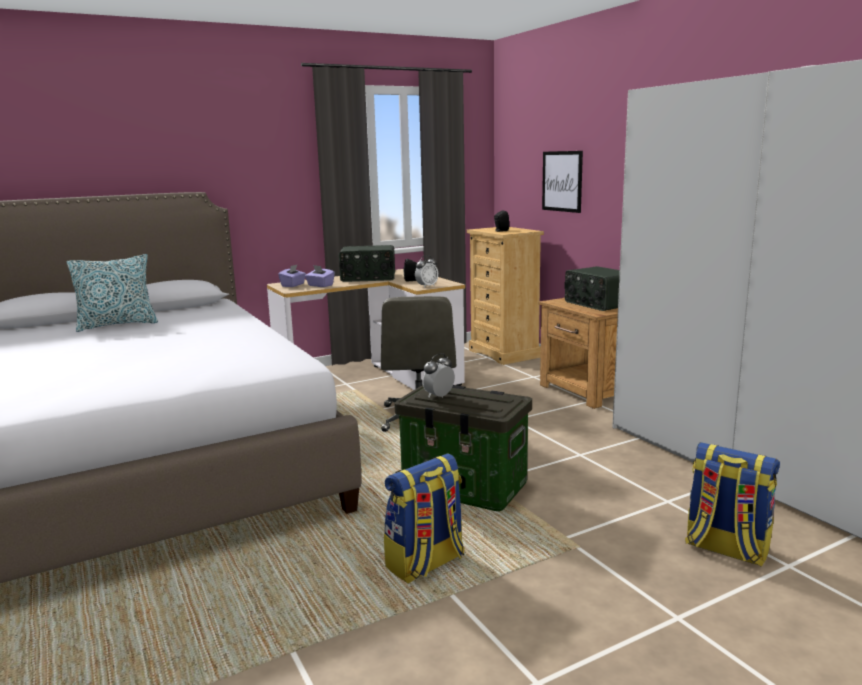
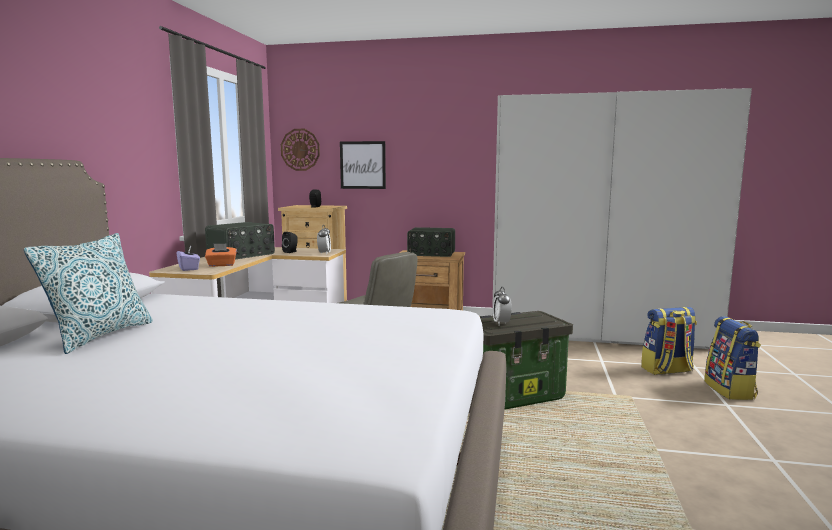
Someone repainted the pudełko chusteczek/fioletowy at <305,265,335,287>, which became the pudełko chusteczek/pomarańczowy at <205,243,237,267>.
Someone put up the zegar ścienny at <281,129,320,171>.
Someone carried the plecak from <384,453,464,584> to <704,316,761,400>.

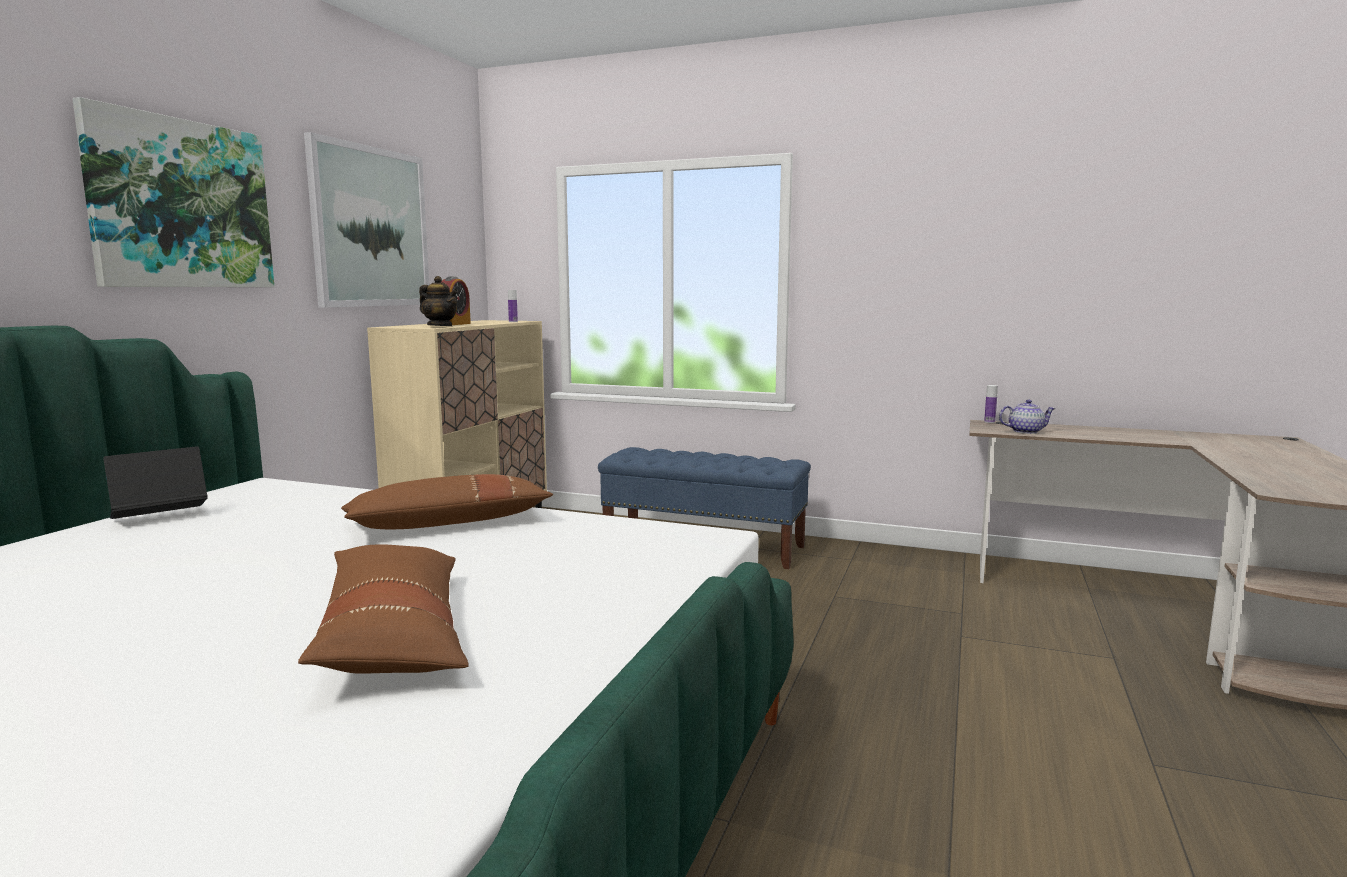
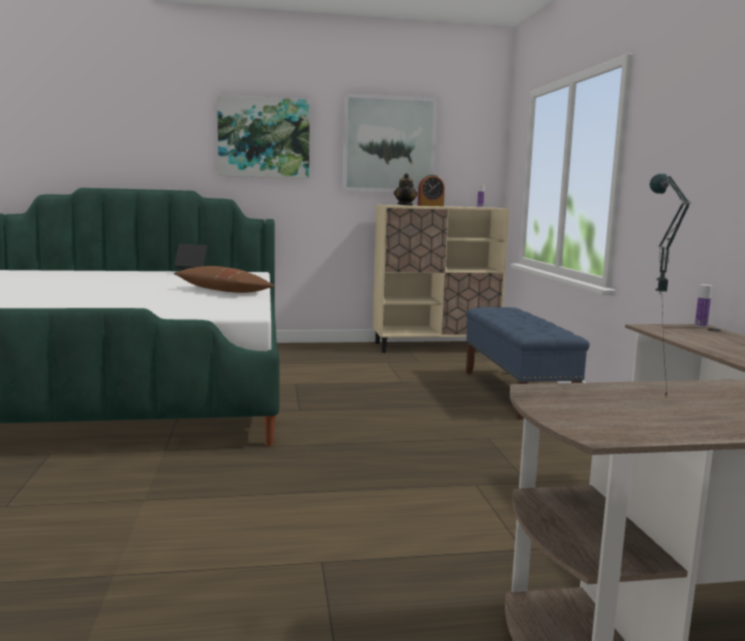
Someone put down the lampa stołowa at <650,174,691,397>.
Someone took away the poduszka/brązowy at <298,545,469,674>.
Someone took away the imbryk at <999,399,1056,434>.

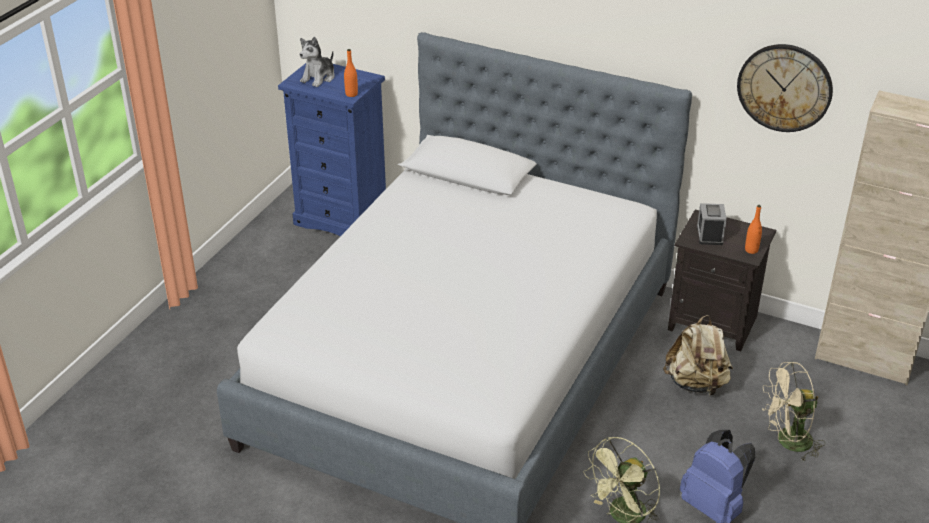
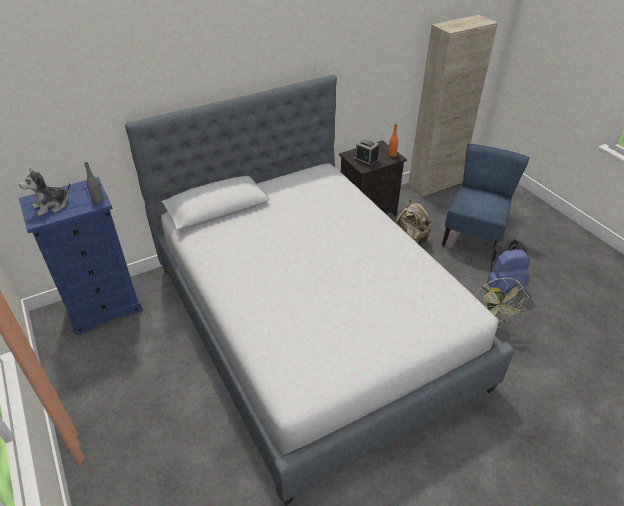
Someone rotated the pluszak at <300,36,335,87> by 75 degrees clockwise.
Someone repainted the butelka/pomarańczowy at <344,49,358,97>, which became the butelka/szary at <85,162,104,204>.
Someone swapped the wentylator/beżowy at <762,362,825,462> for the krzesło/niebieski at <442,144,530,260>.
Someone took away the zegar ścienny at <737,44,833,132>.

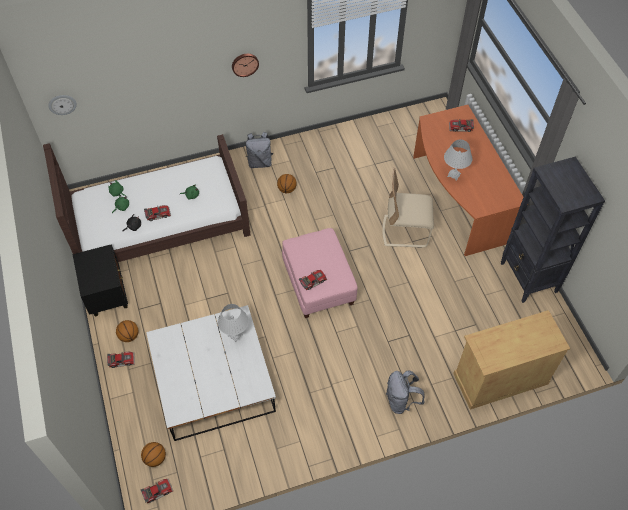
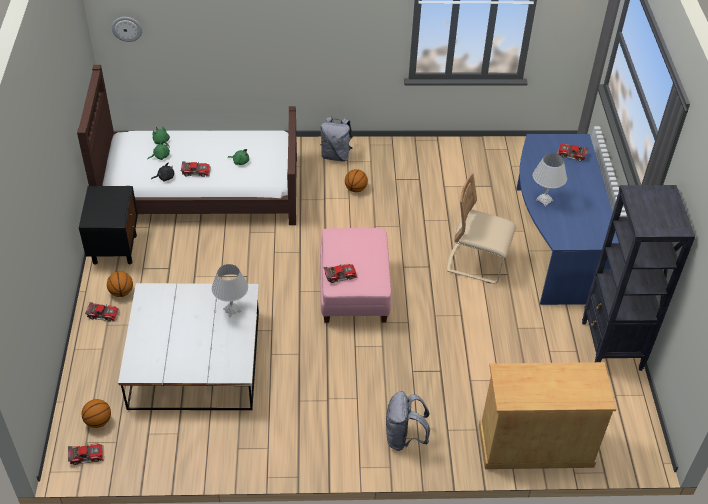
Someone repainted the biurko/pomarańczowy at <413,105,528,256>, which became the biurko/niebieski at <516,134,619,305>.
Someone took away the zegar ścienny at <232,54,259,77>.

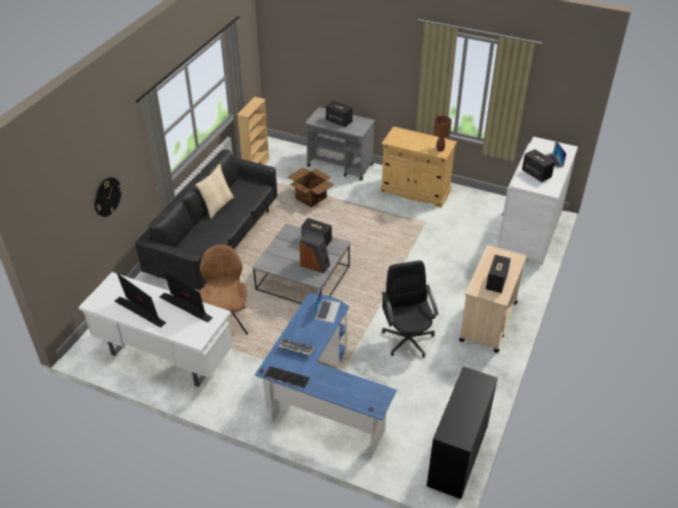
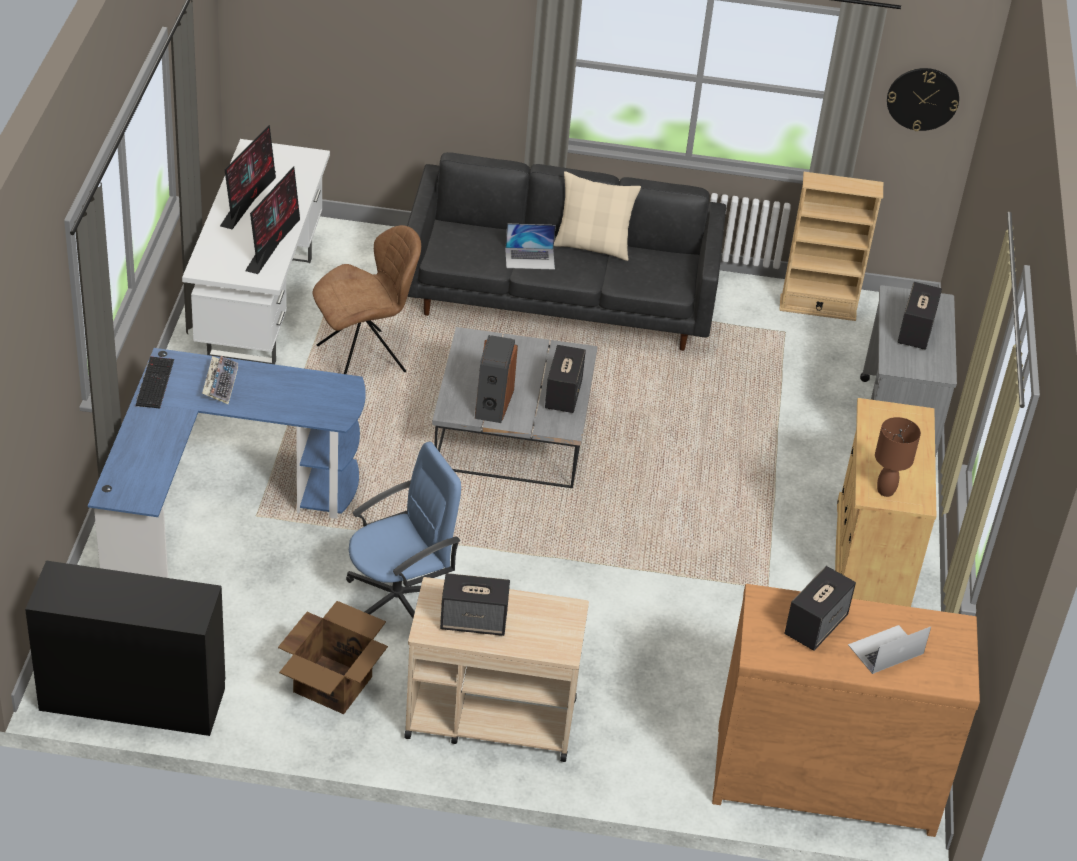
Someone carried the karton from <288,167,334,208> to <278,601,388,714>.
Someone repainted the krzesło biurowe/czarny at <382,260,439,358>, which became the krzesło biurowe/niebieski at <346,442,461,618>.
Someone carried the laptop from <314,286,341,323> to <505,224,556,270>.
Someone repainted the komoda/biały at <497,137,578,265>, which became the komoda/brązowy at <712,584,980,837>.
Someone carried the zegar ścienny from <94,177,122,217> to <887,68,959,131>.

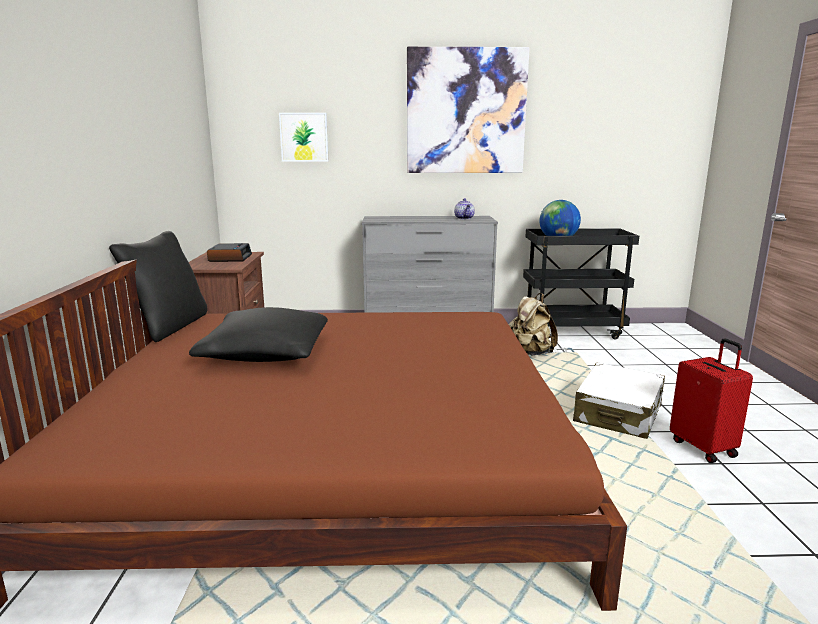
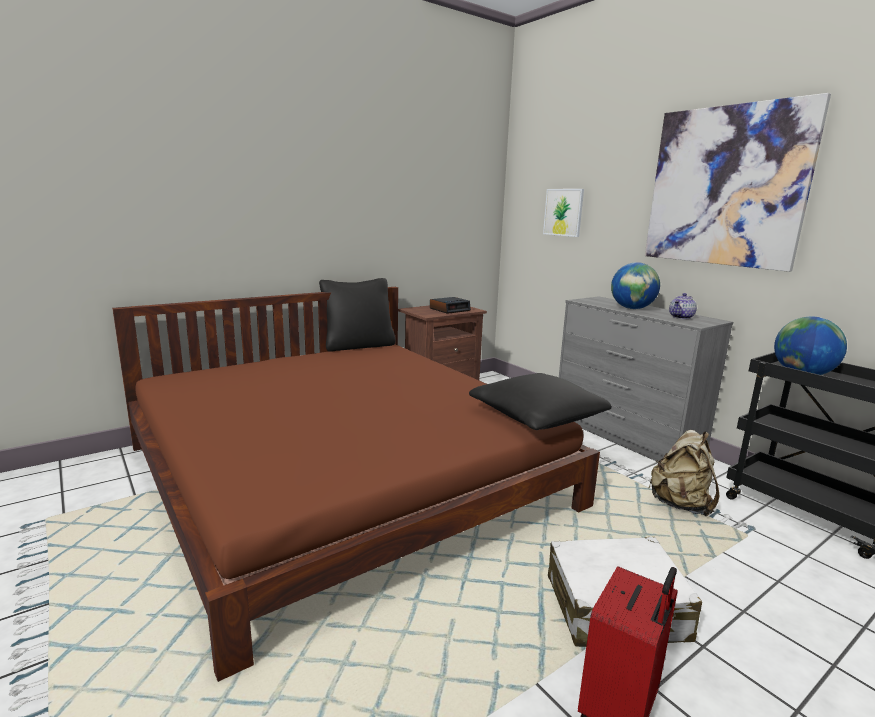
Someone carried the poduszka/czarny from <189,307,328,362> to <469,373,612,430>.
Someone put down the globus at <611,262,660,309>.

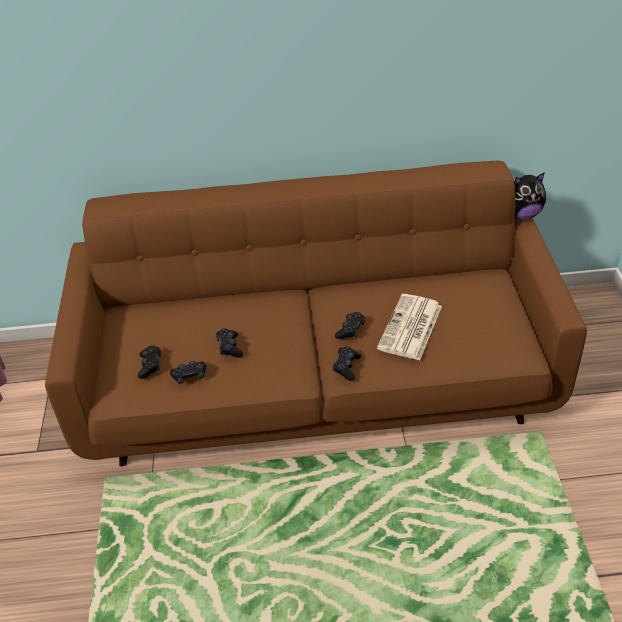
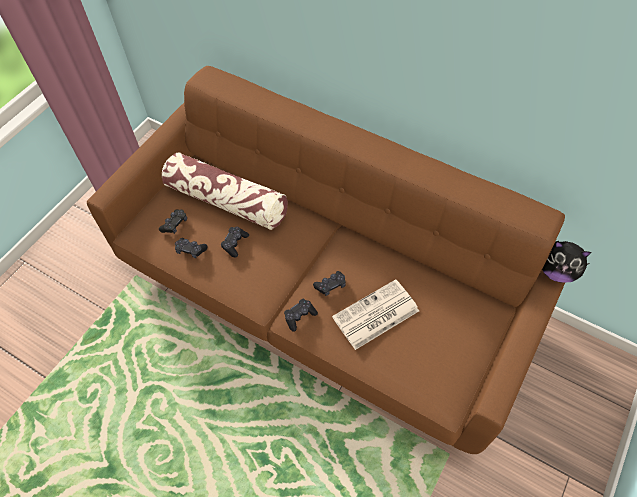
Someone put down the poduszka at <162,152,288,230>.

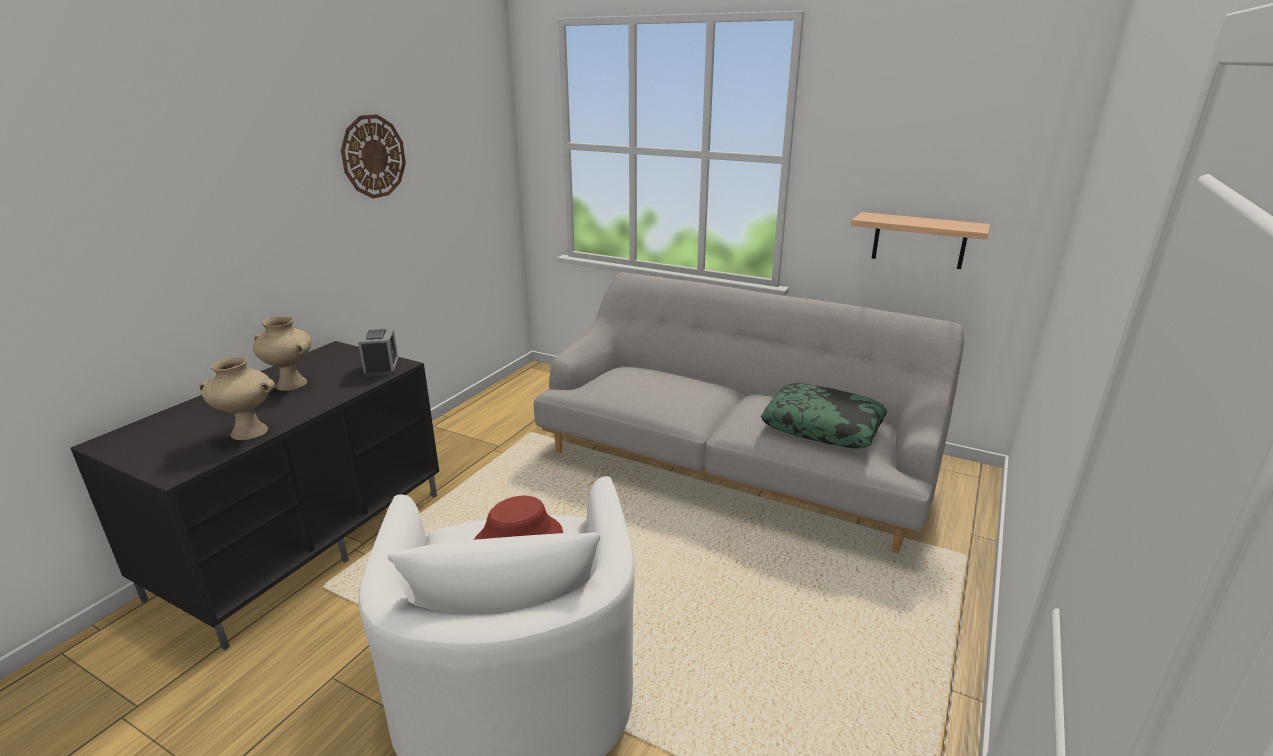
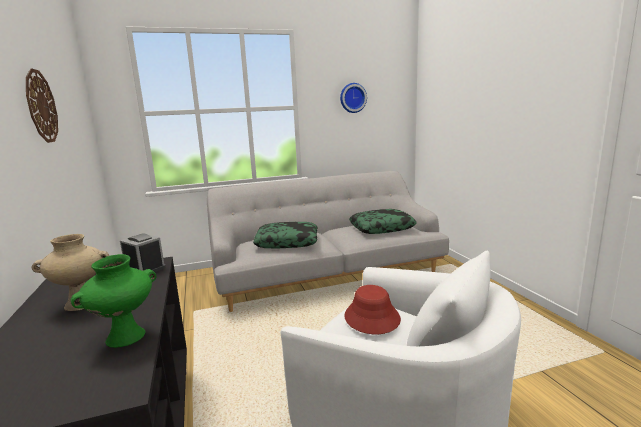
Someone repainted the wazon/beżowy at <199,356,275,440>, which became the wazon/zielony at <71,254,156,348>.
Someone put down the poduszka at <253,222,318,249>.
Someone put up the zegar ścienny at <340,83,367,113>.
Someone took away the półka at <851,212,991,269>.

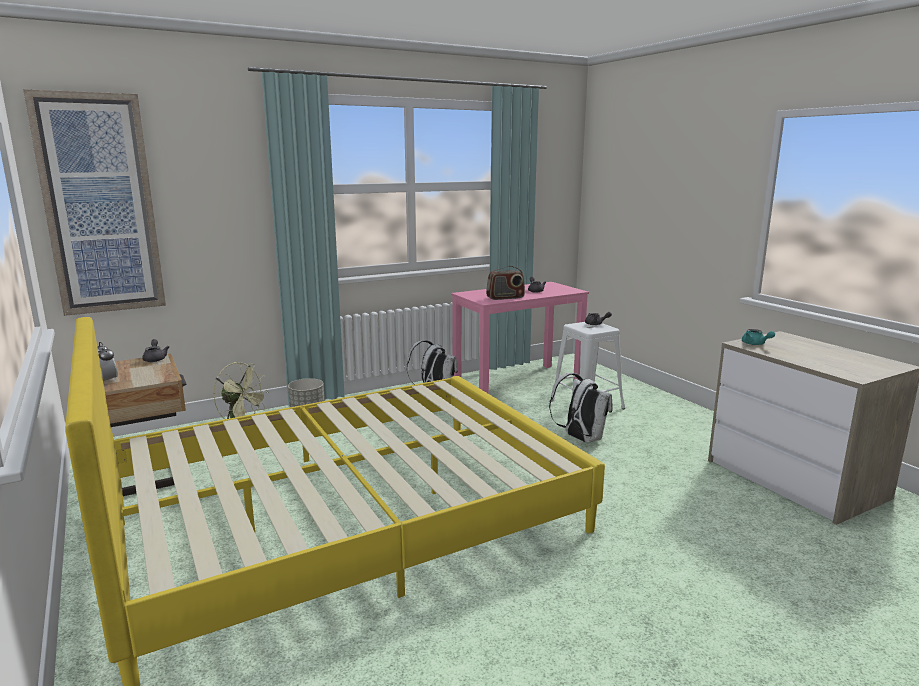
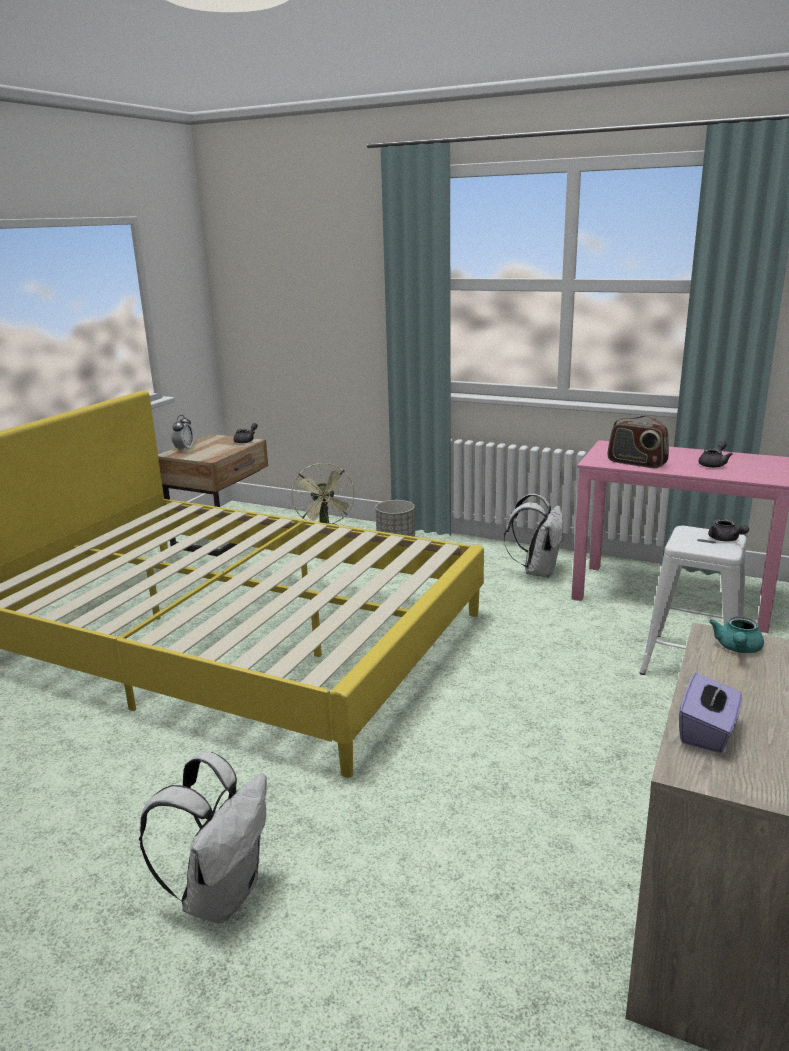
Someone carried the plecak/biały from <549,373,612,443> to <139,751,267,924>.
Someone put down the pudełko chusteczek/fioletowy at <679,673,742,753>.
Someone took away the obraz at <23,89,166,316>.

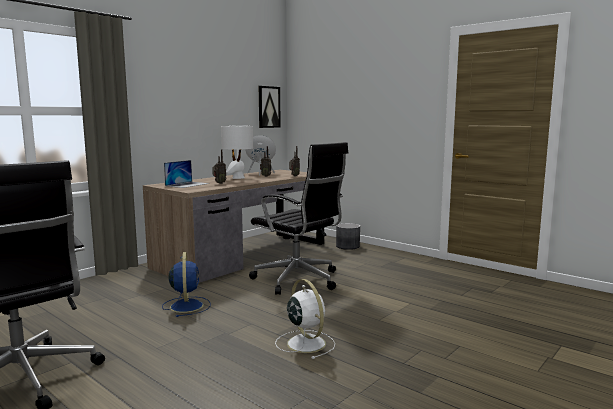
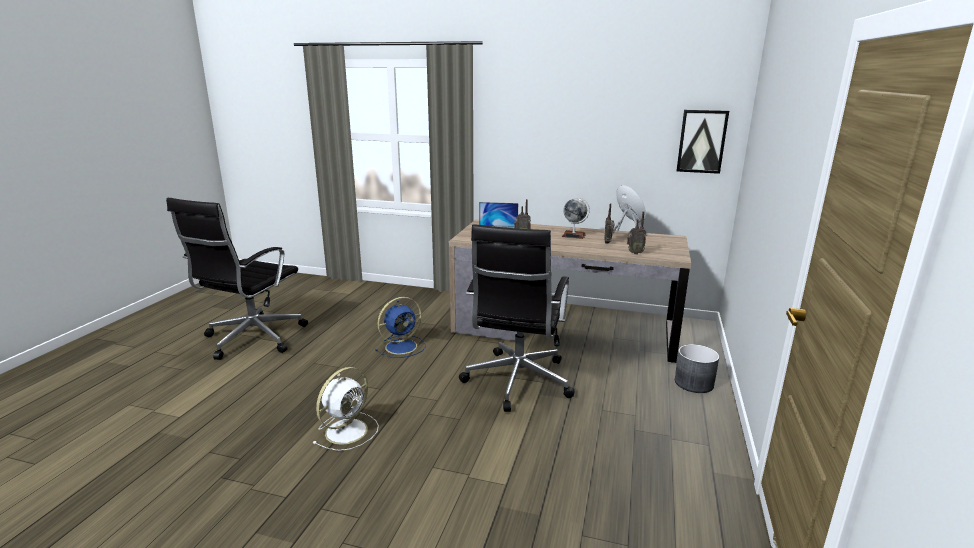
Someone swapped the lampa stołowa/biały at <221,125,253,179> for the globus at <562,198,590,239>.

